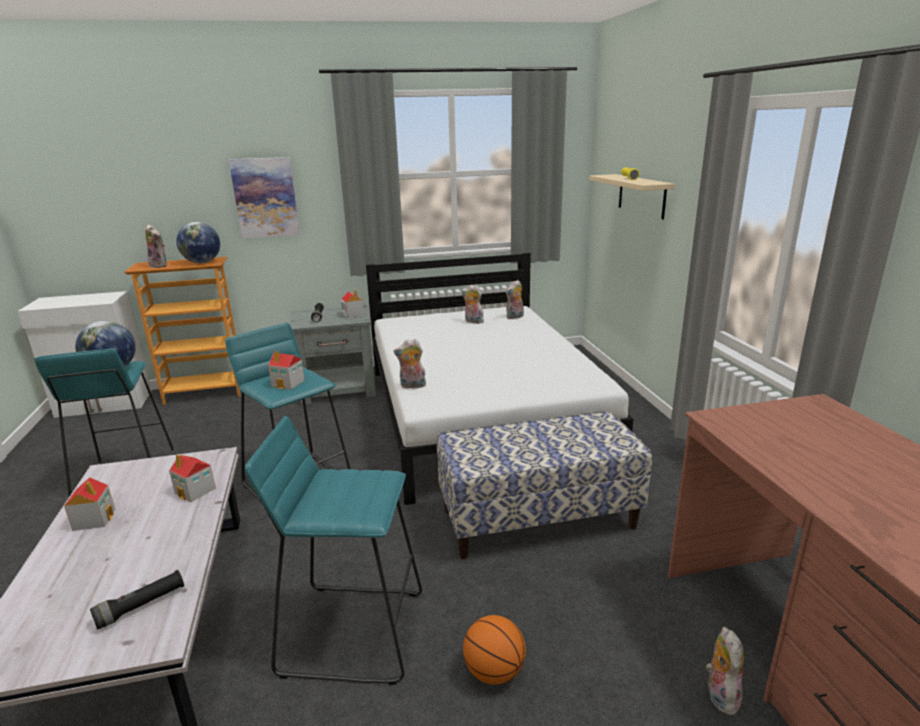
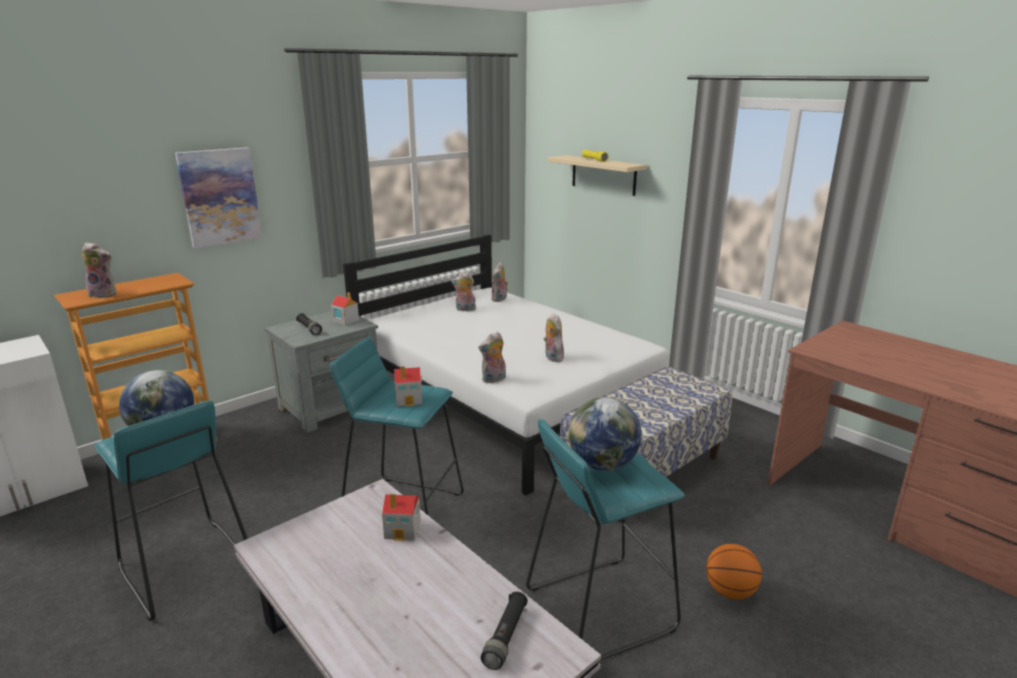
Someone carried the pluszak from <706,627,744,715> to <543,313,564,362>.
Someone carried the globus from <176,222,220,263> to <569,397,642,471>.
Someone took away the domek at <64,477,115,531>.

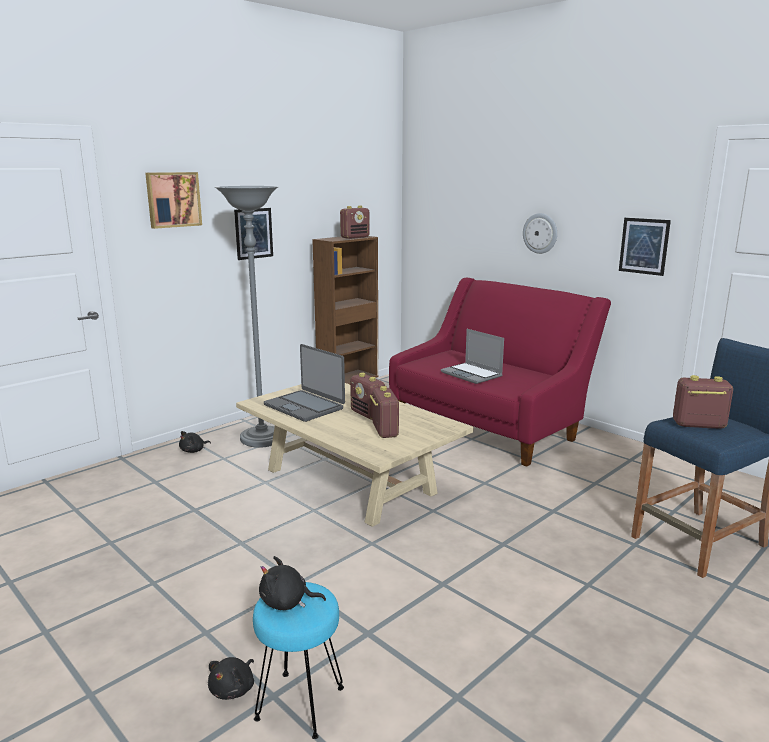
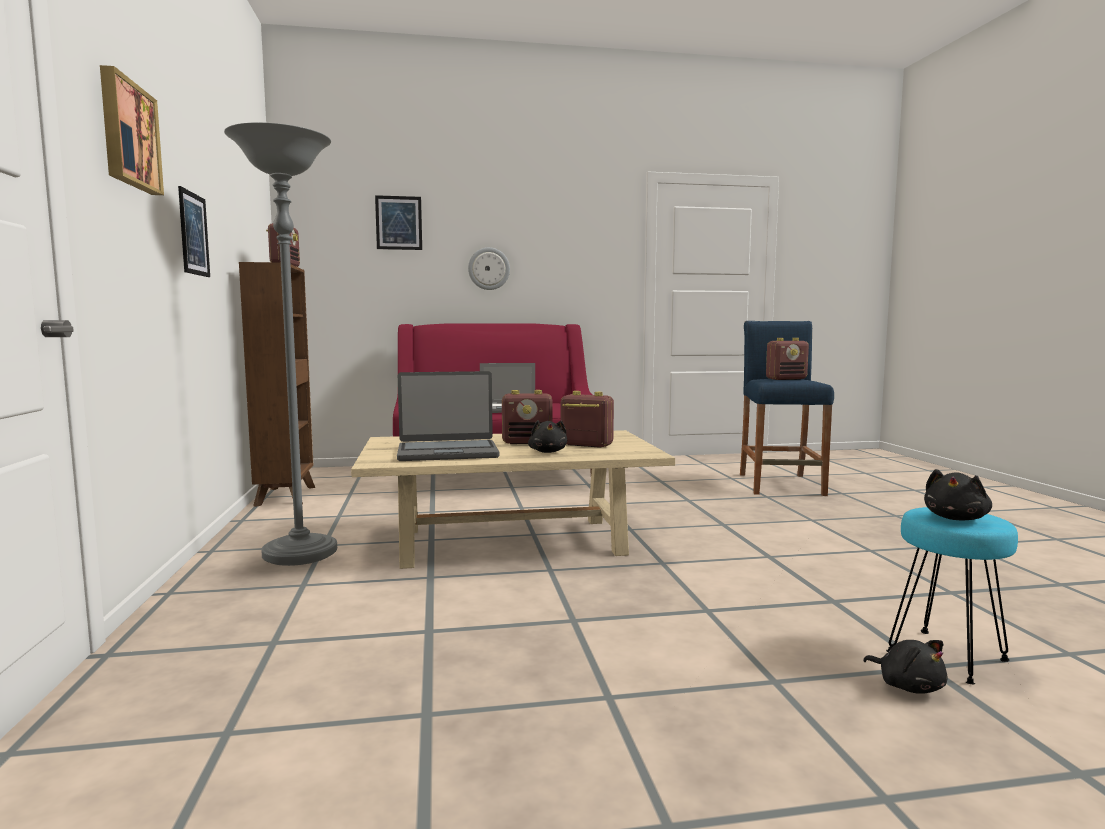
Someone carried the obraz from <619,218,671,276> to <375,195,422,250>.
Someone carried the pluszak/czarny from <179,431,211,453> to <528,420,567,453>.
Someone rotated the radio at <673,375,733,429> by 150 degrees counterclockwise.

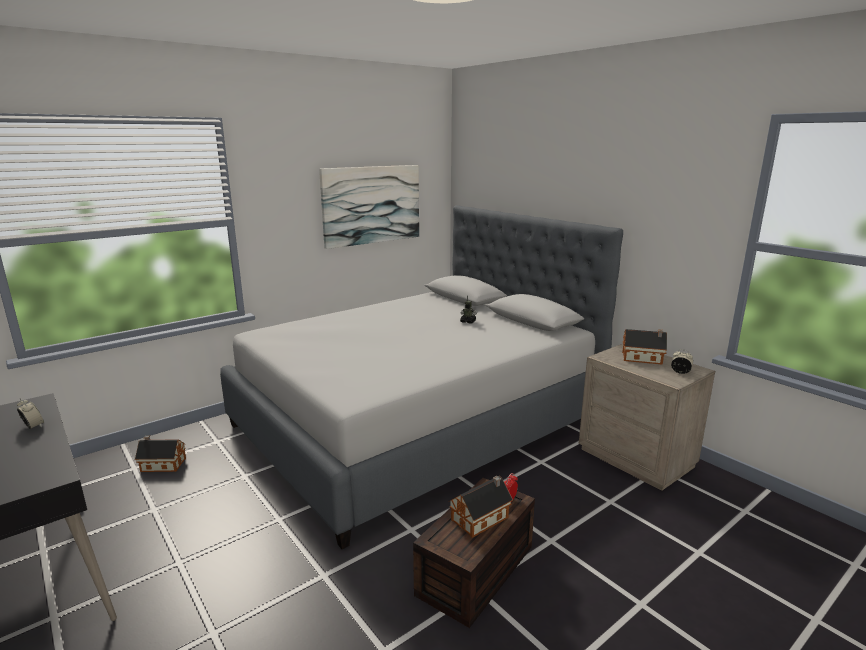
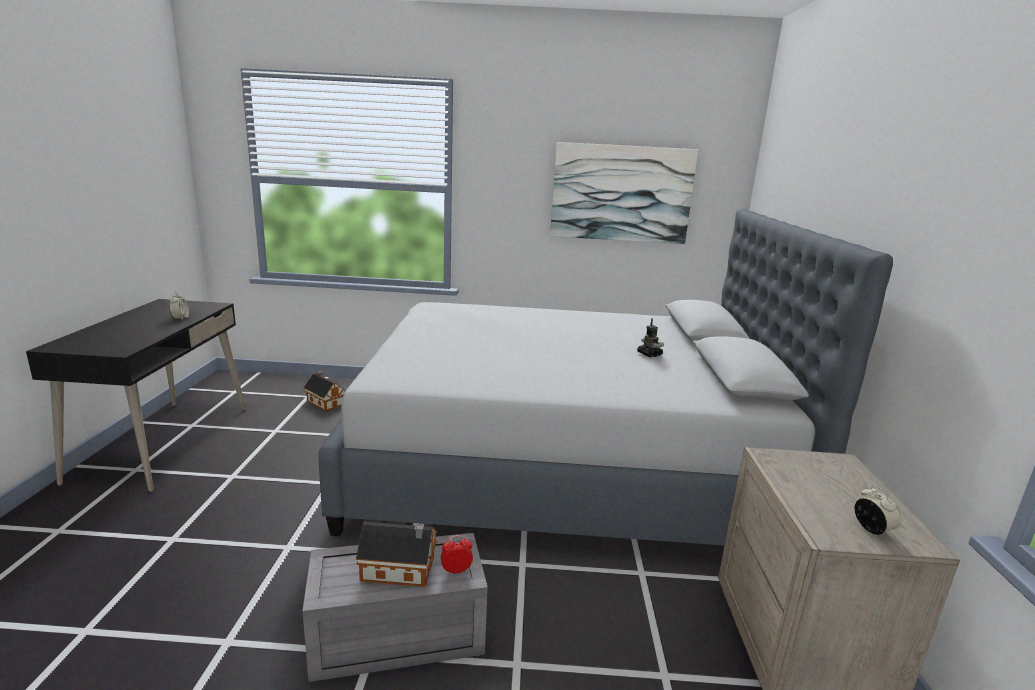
Someone repainted the pojemnik do przechowywania/brązowy at <413,478,535,628>, which became the pojemnik do przechowywania/szary at <302,533,488,682>.
Someone took away the domek at <622,329,667,365>.

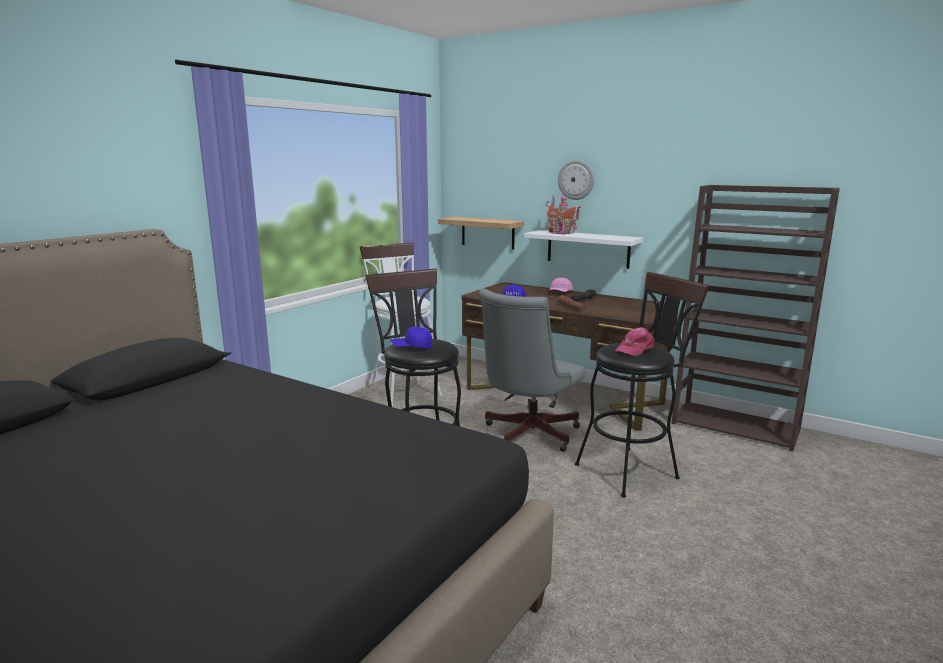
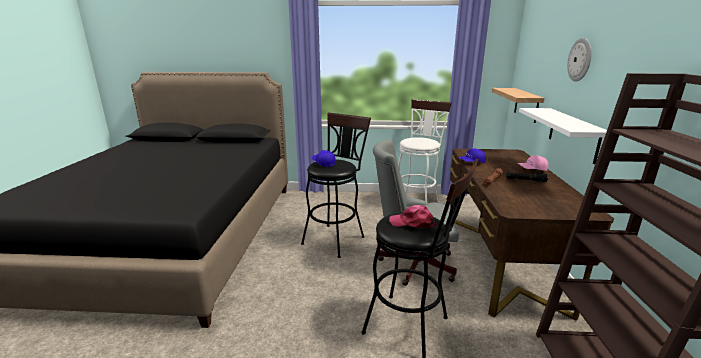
Someone took away the domek at <546,194,581,234>.

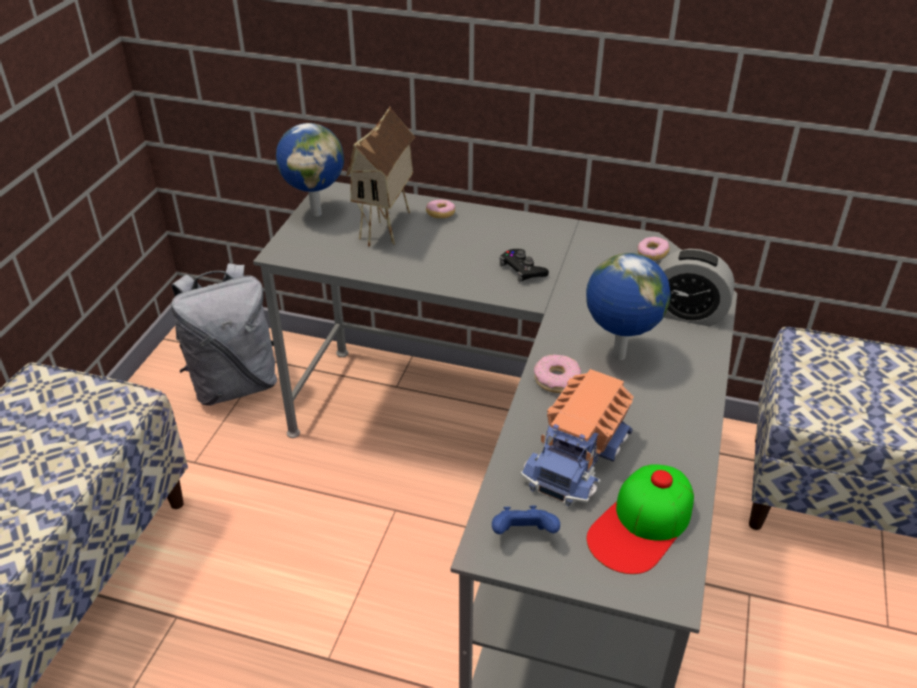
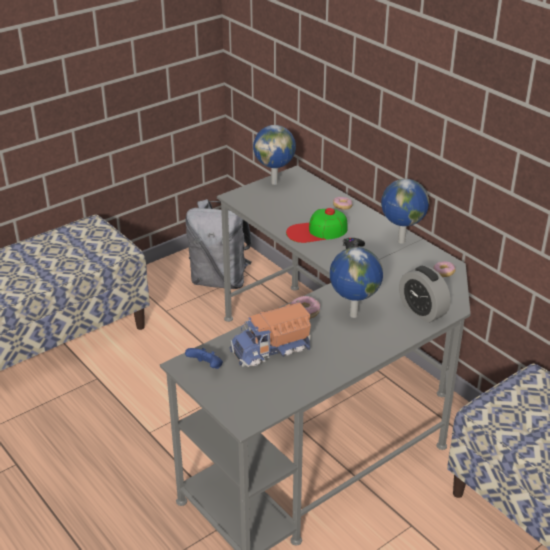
Someone carried the czapka z daszkiem from <587,464,694,574> to <286,208,347,243>.
Someone put down the globus at <381,179,429,244>.
Someone took away the domek at <346,107,415,247>.

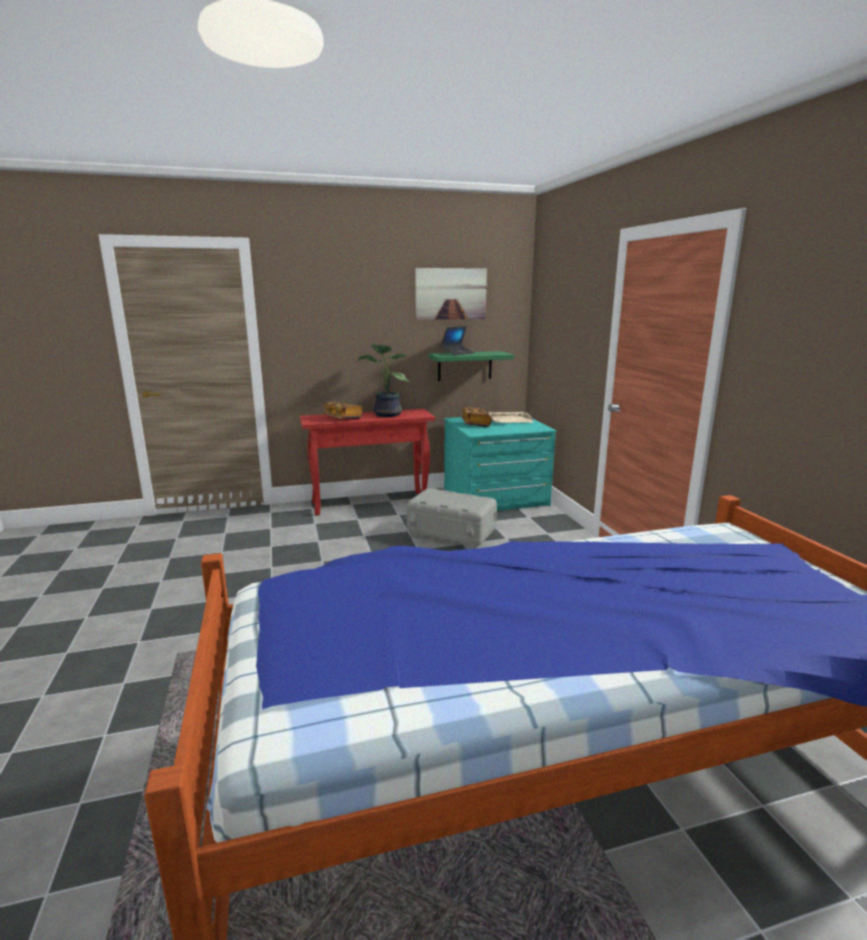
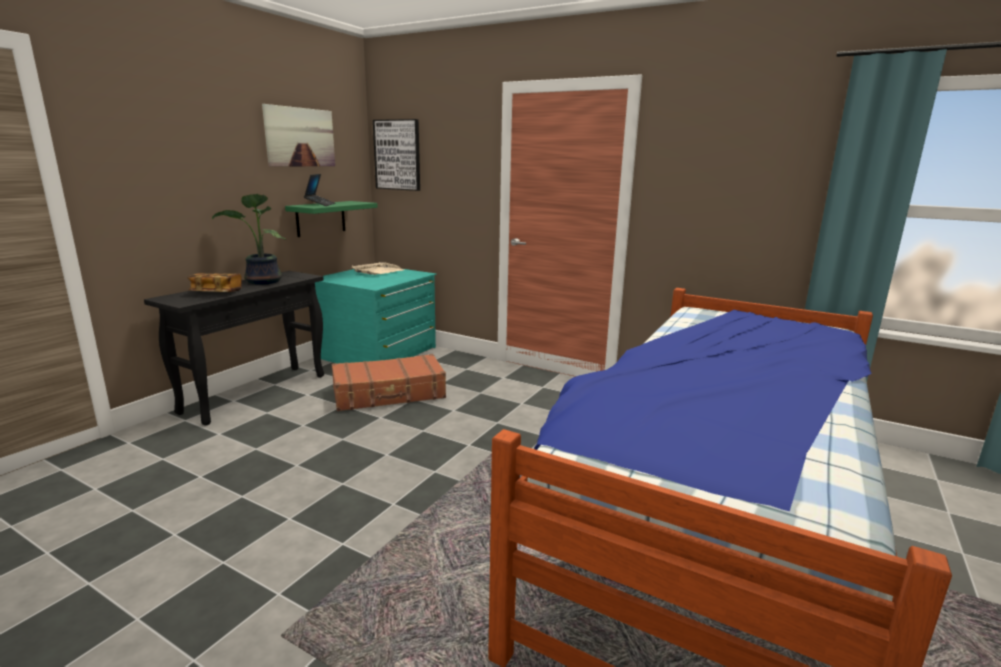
Someone repainted the stolik konsolowy/czerwony at <300,409,435,516>, which became the stolik konsolowy/czarny at <144,271,324,426>.
Someone swapped the pojemnik do przechowywania/szary at <406,488,497,549> for the walizka/brązowy at <332,354,446,411>.
Someone put up the obraz at <373,119,420,191>.
Someone took away the książka at <462,407,492,427>.

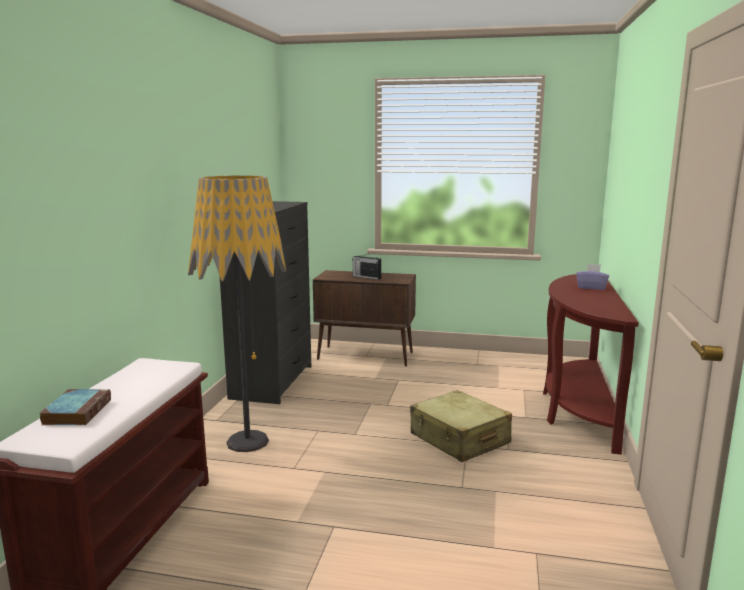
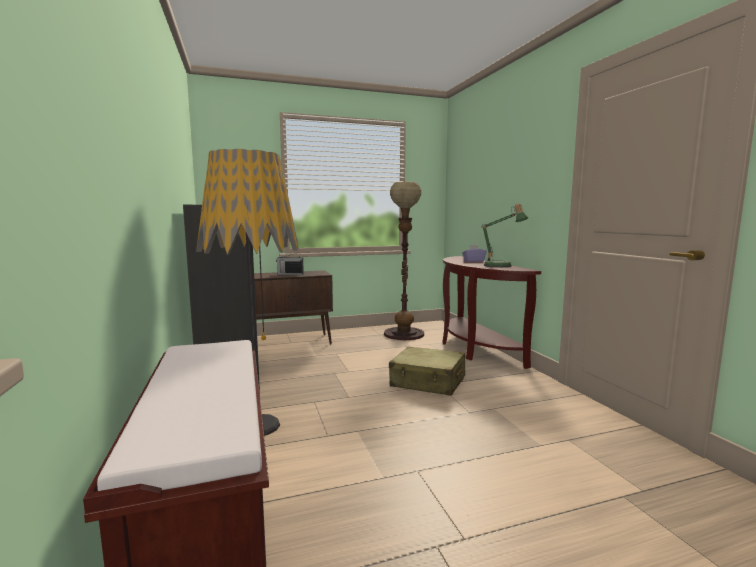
Someone put down the lampa stojąca at <384,182,424,340>.
Someone put down the lampa stołowa at <482,203,528,267>.
Someone took away the książka at <40,389,111,425>.

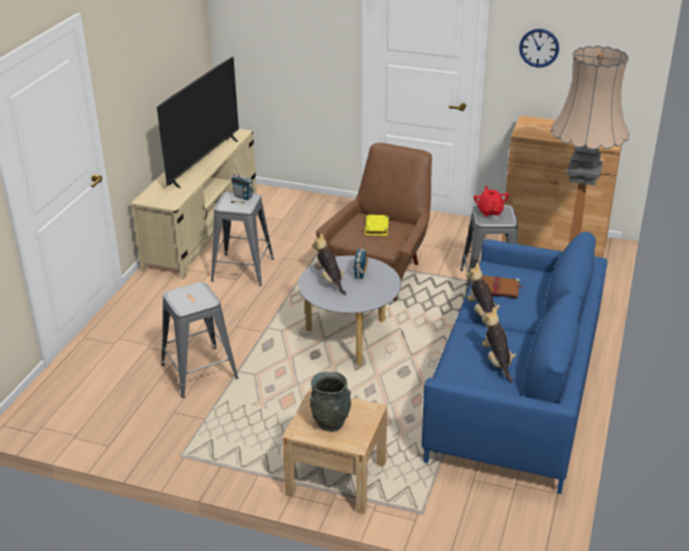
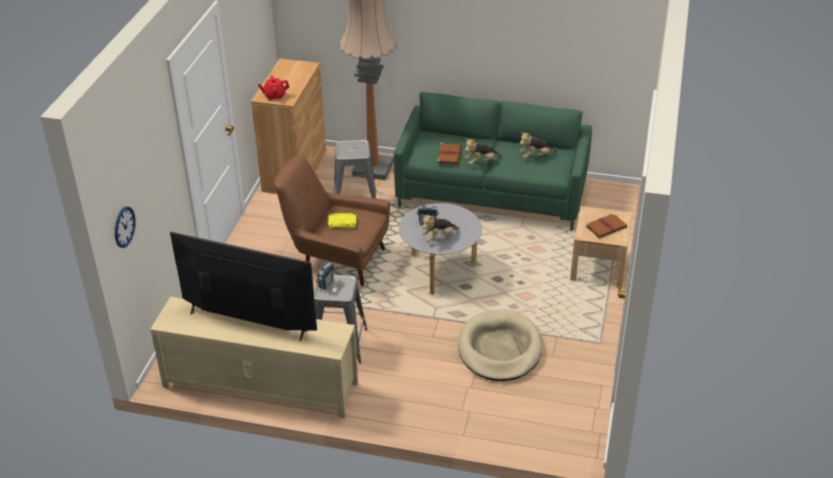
Someone carried the zegar ścienny from <519,29,559,67> to <115,206,136,248>.
Someone carried the imbryk/czerwony from <474,186,509,217> to <258,76,289,100>.
Someone repainted the kanapa/niebieski at <422,232,607,494>, which became the kanapa/zielony at <394,92,592,231>.
Someone swapped the stołek/szary at <161,282,238,398> for the legowisko/beżowy at <458,309,543,381>.
Someone swapped the wazon/szary at <310,372,351,432> for the książka/brązowy at <586,213,627,238>.

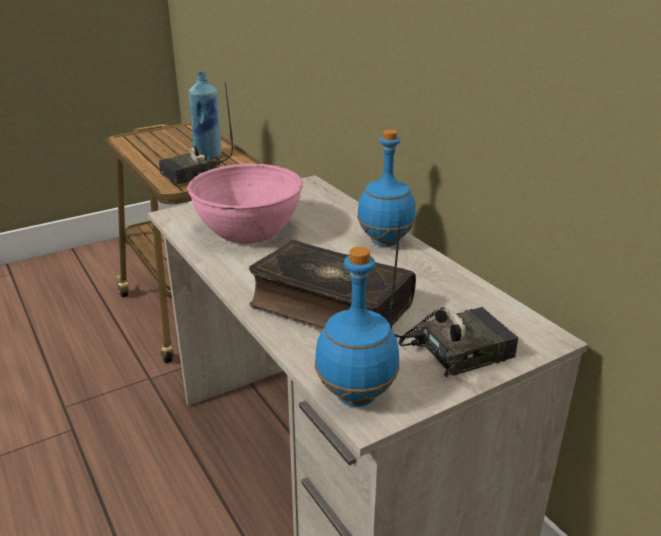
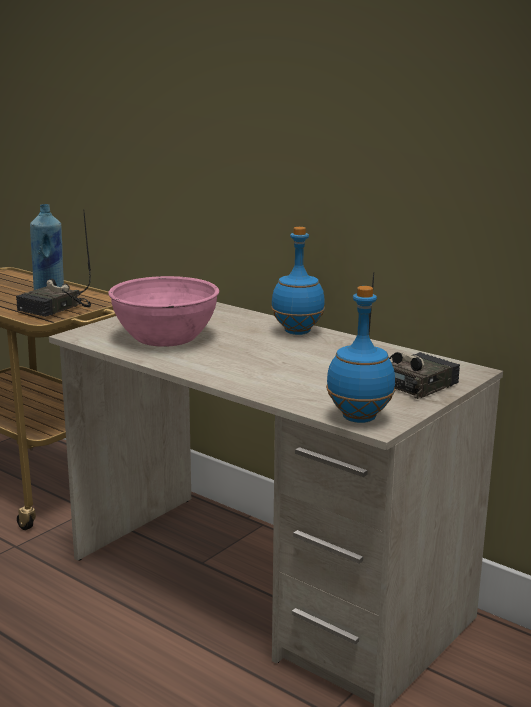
Someone took away the książka at <249,240,416,330>.

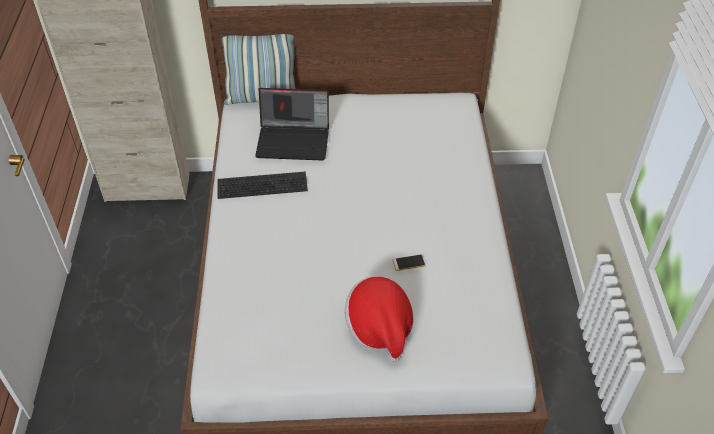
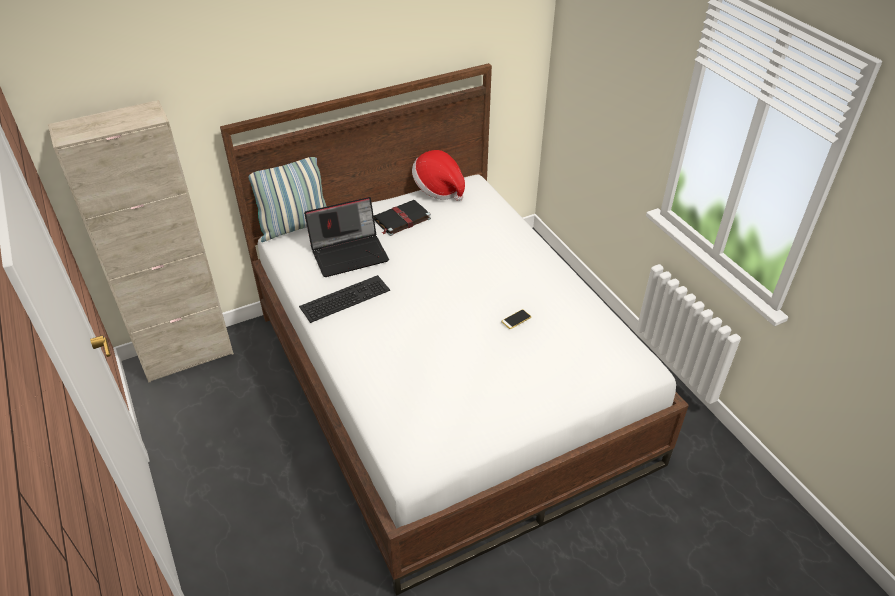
Someone put down the książka/czarny at <374,200,431,236>.
Someone carried the kapelusz from <345,276,414,362> to <412,150,465,201>.

